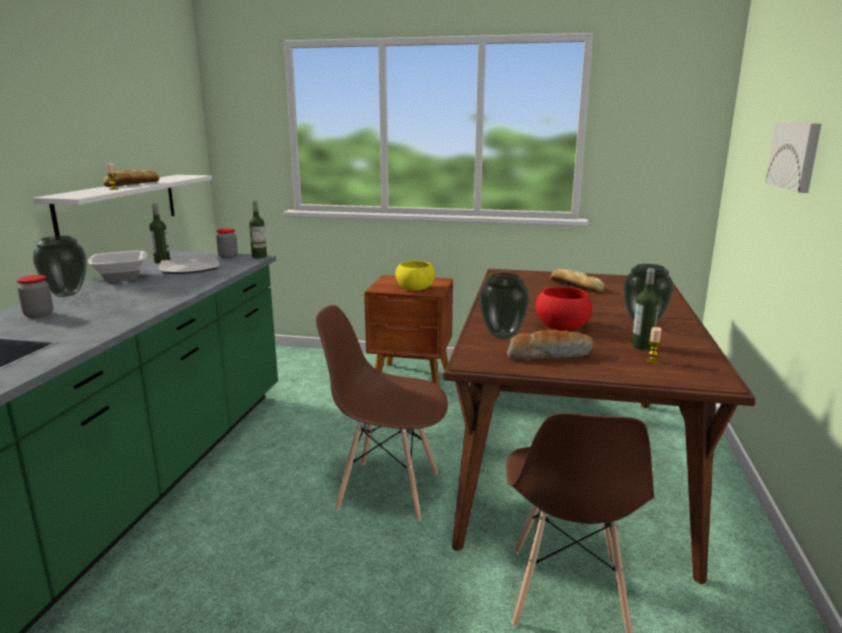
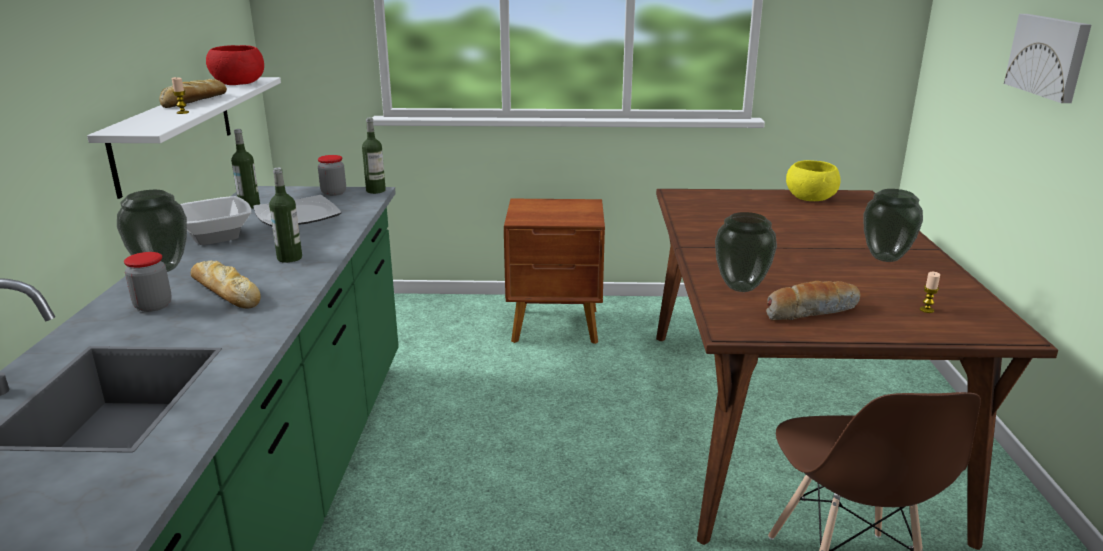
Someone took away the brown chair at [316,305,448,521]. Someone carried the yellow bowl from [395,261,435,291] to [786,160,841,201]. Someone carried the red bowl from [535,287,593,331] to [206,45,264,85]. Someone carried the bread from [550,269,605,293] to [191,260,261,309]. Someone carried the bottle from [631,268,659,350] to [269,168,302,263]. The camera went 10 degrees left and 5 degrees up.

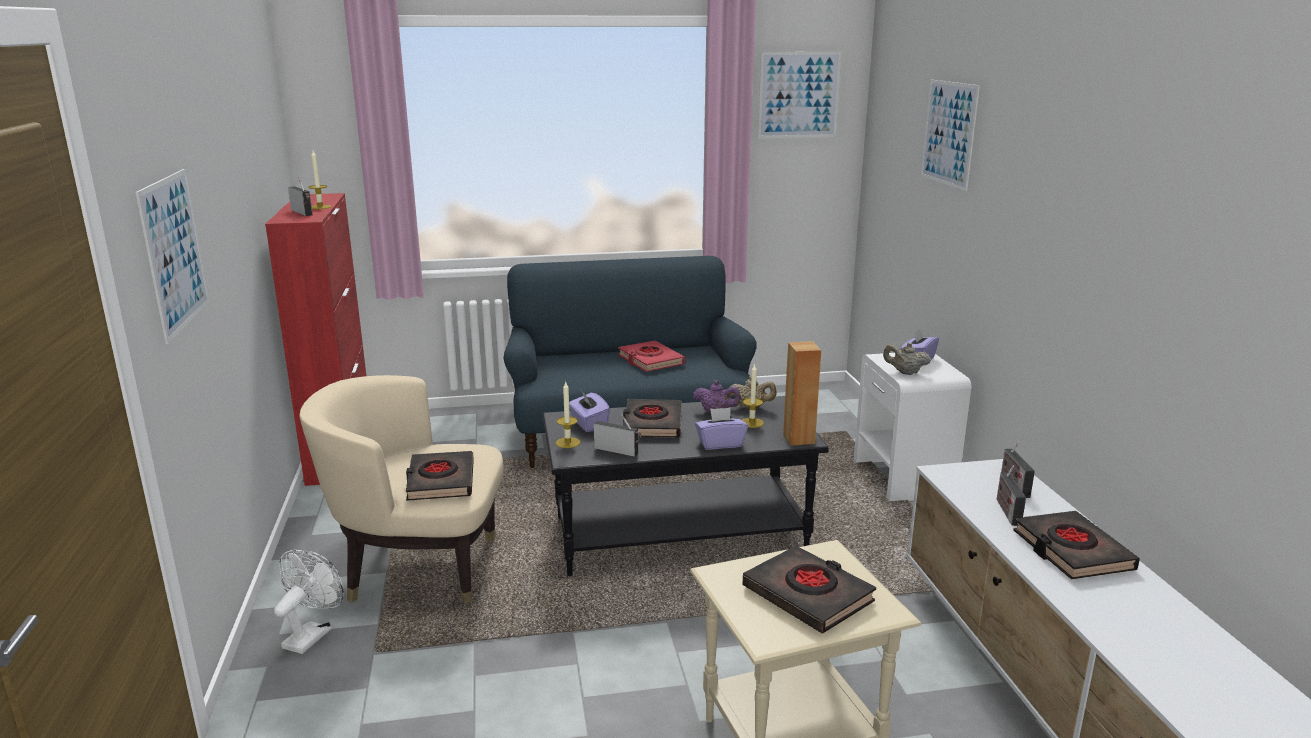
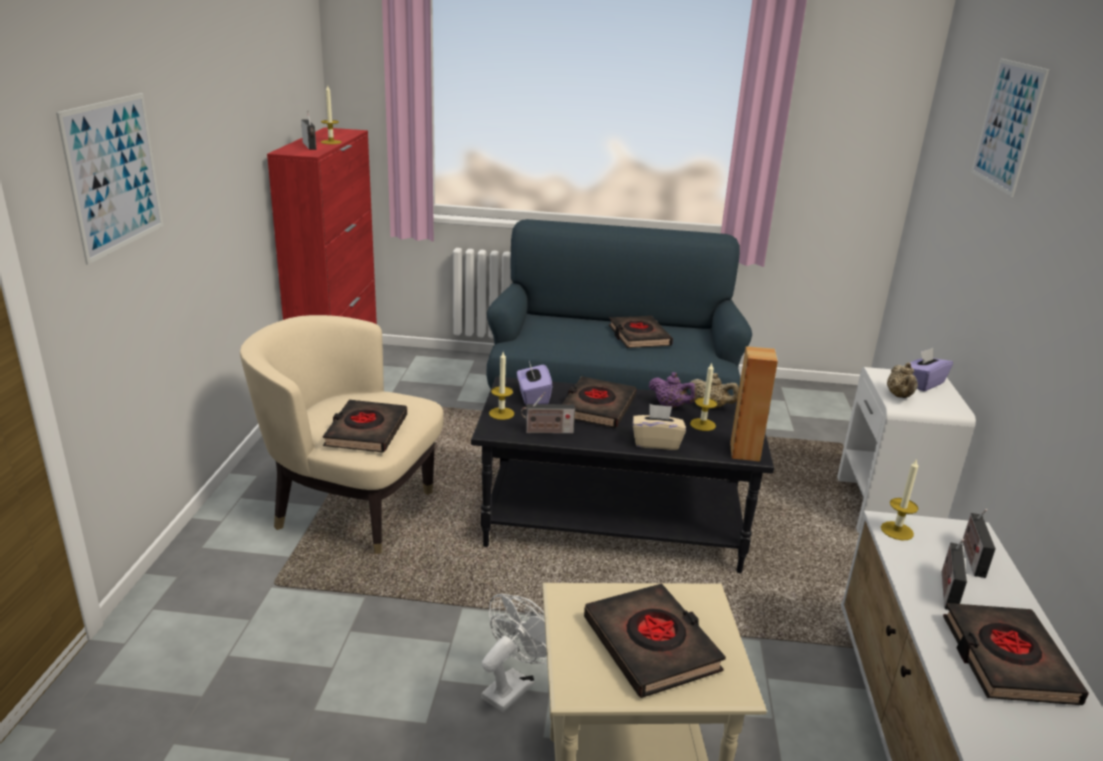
Someone carried the white fan from [274,550,344,654] to [481,594,547,712]. Someone rotated the radio at [594,413,642,457] by 135 degrees clockwise. Someone repainted the red book at [618,341,685,372], which became the black book at [609,316,673,348]. Someone repainted the purple tissue box at [695,407,748,450], which became the beige tissue box at [633,404,686,450]. Someone took away the picture at [758,52,841,139]. Someone rotated the beige teapot at [883,342,931,375] by 120 degrees counterclockwise. Someone put down the candle at [881,458,918,540]. The camera went 15 degrees right and 5 degrees up.

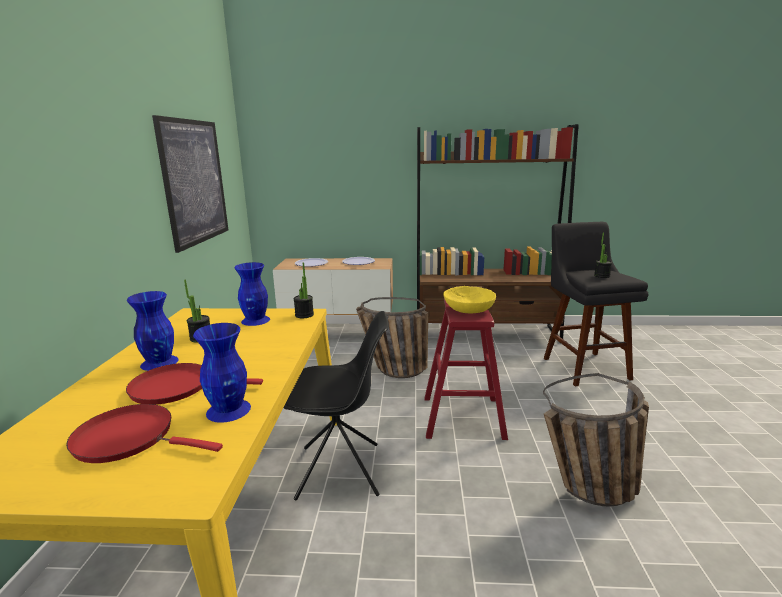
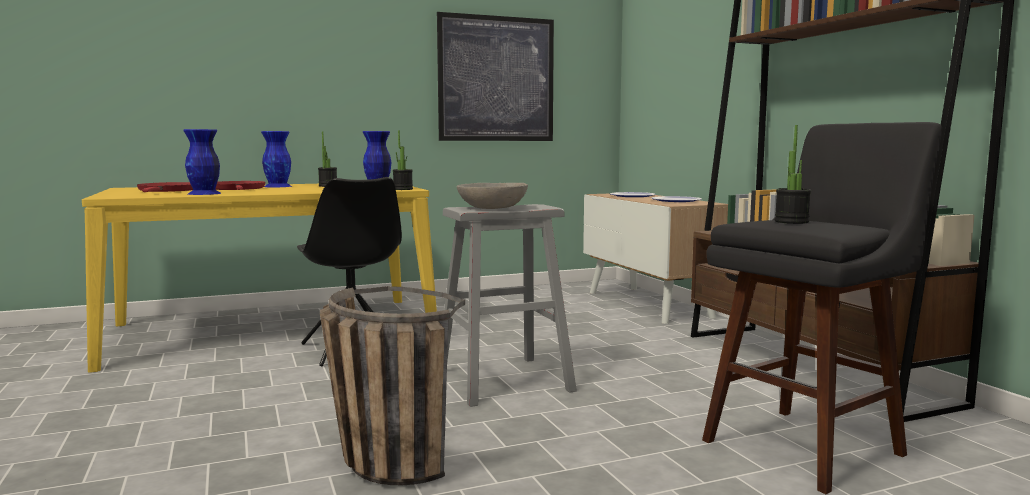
Someone took away the basket at [356,297,428,378]. Someone repainted the red stool at [424,298,508,440], which became the grey stool at [443,204,577,407]. Someone repainted the yellow bowl at [443,286,496,313], which became the grey bowl at [457,183,528,209]. The camera went 65 degrees right and 10 degrees down.

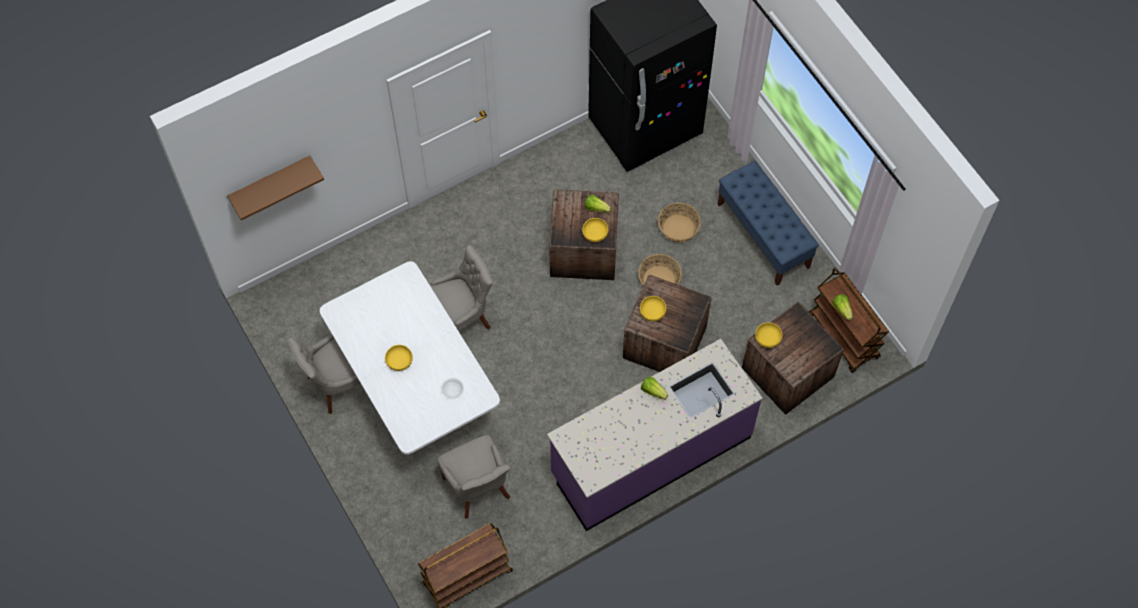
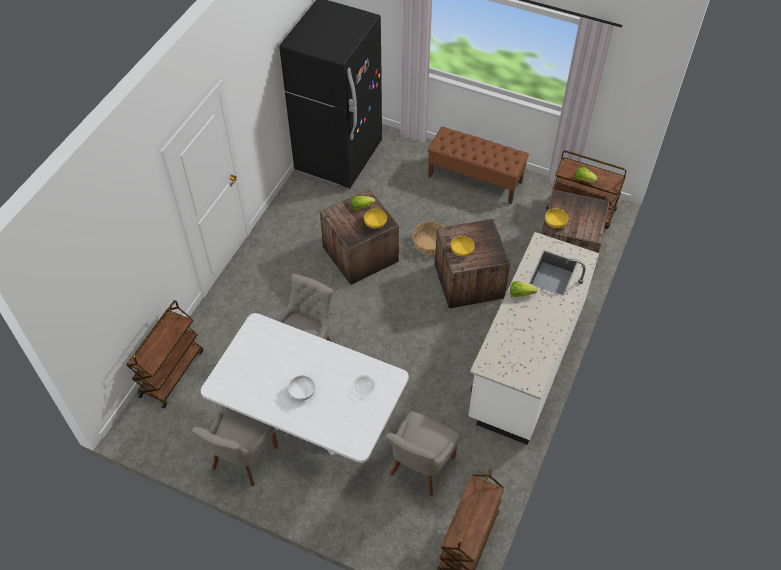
Someone took away the brown shelf at [227,155,324,220]. Someone repainted the yellow bowl at [385,345,413,371], which became the white bowl at [288,375,315,401]. Someone rotated the grey chair at [437,435,510,519] by 90 degrees clockwise. Someone repainted the purple counter at [547,339,763,531], which became the white counter at [469,232,599,445]. Someone took away the basket at [658,203,701,242]. Someone repainted the blue bench at [718,161,819,286], which became the brown bench at [428,126,529,204]. Someone put down the brown cart at [126,300,203,408]. The camera went 35 degrees left and 10 degrees down.

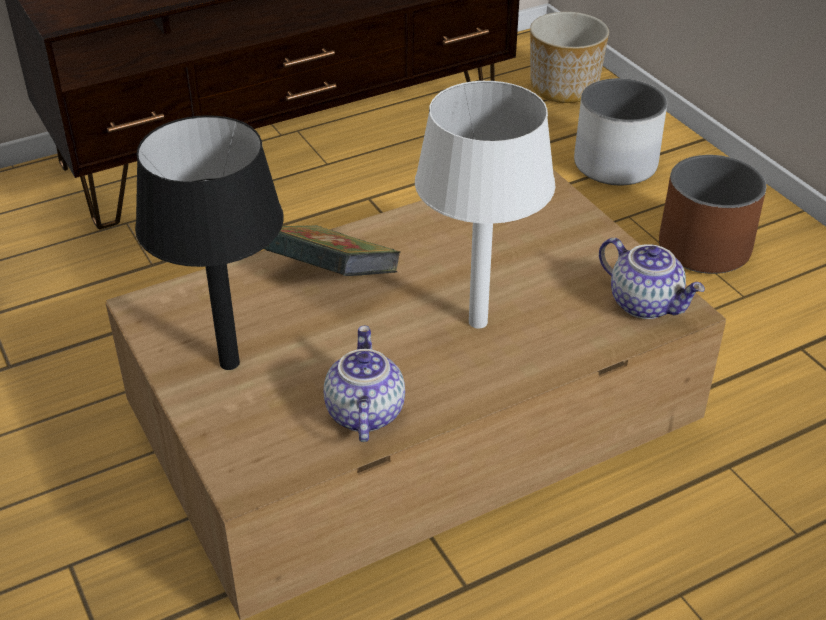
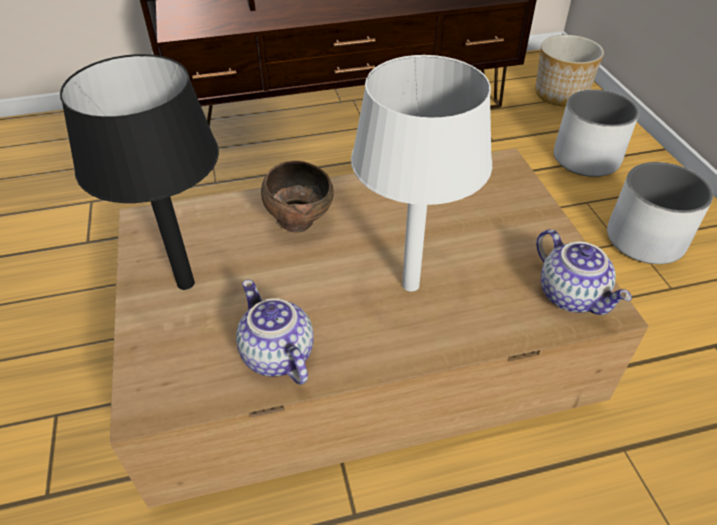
Someone swapped the book at [264,225,401,276] for the brown bowl at [261,161,334,233]. Someone rotated the teapot at [324,326,405,442] by 45 degrees counterclockwise. Someone repainted the brown planter at [659,155,766,274], which became the white planter at [607,162,713,264]. The camera went 15 degrees right and 5 degrees up.

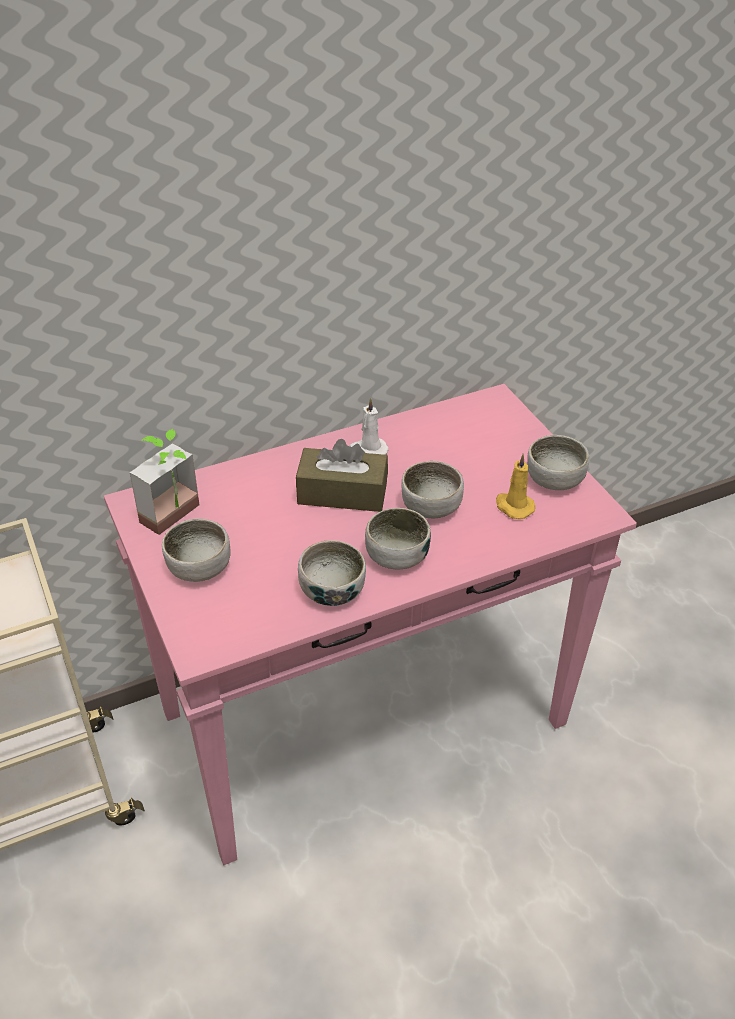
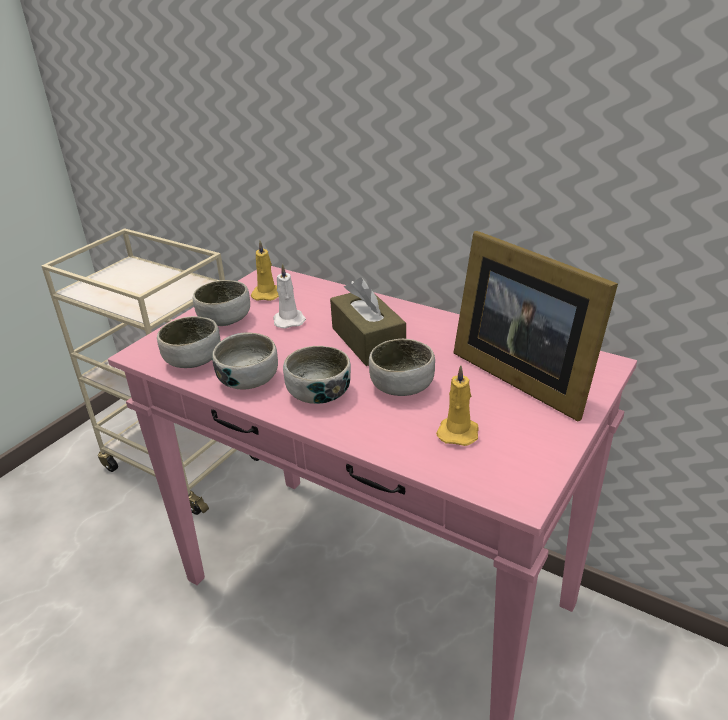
Someone swapped the potted plant at [130,429,200,535] for the yellow candle at [251,240,279,301]. Someone carried the white candle from [349,398,389,455] to [273,263,306,329]. Someone carried the bowl from [527,435,590,490] to [157,316,221,368]. Someone put down the picture frame at [453,231,618,421]. The camera went 60 degrees right and 10 degrees down.

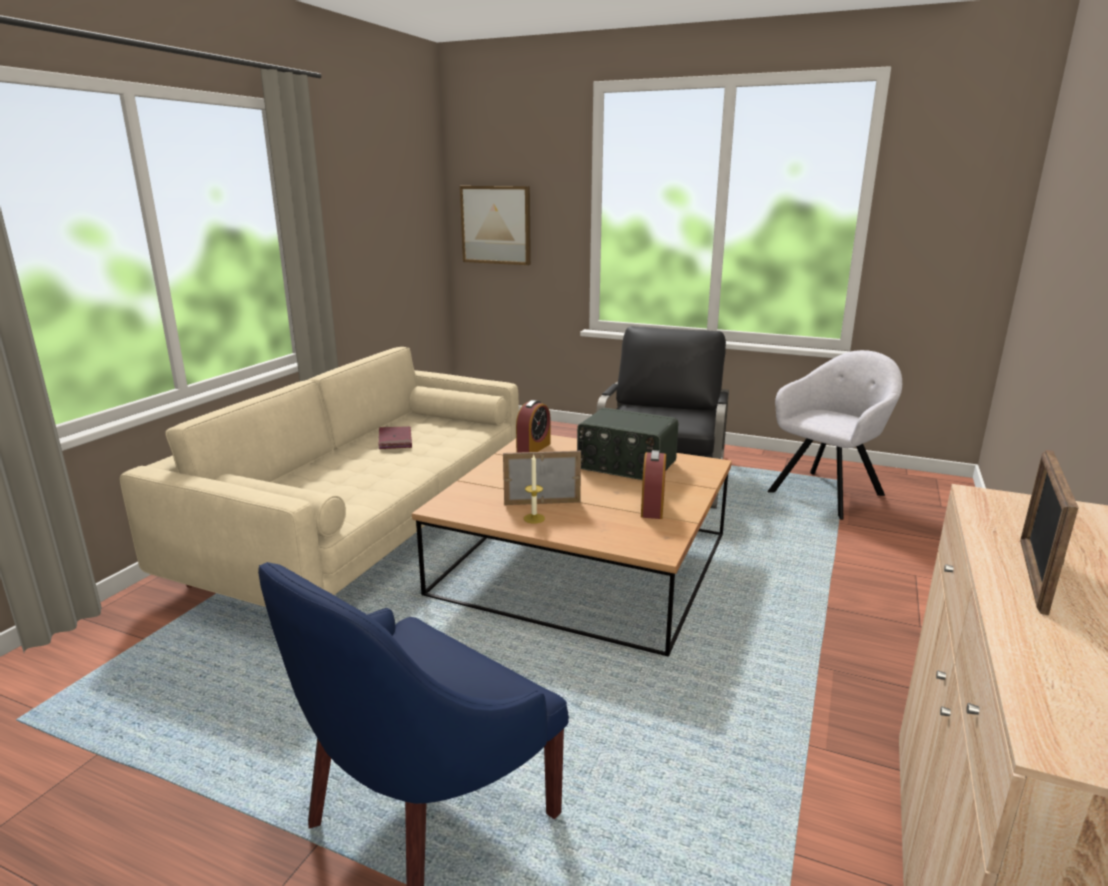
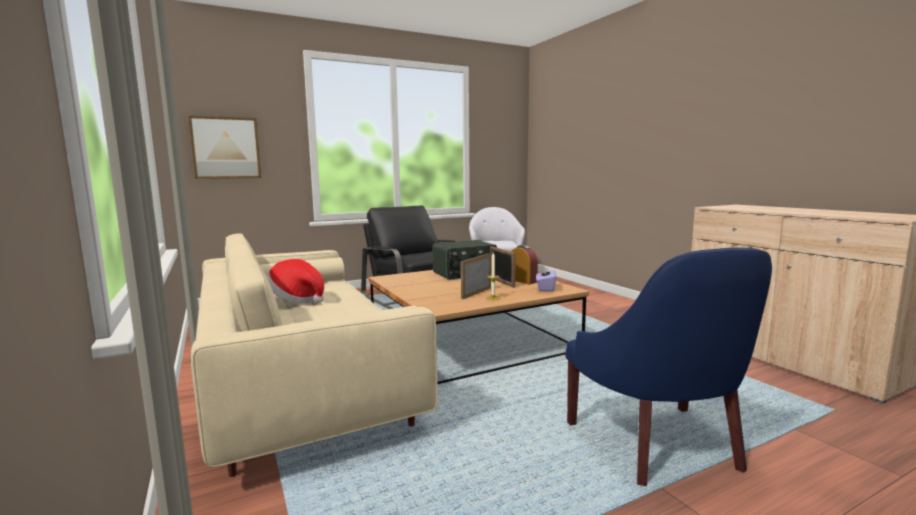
Someone swapped the red book at [379,426,412,449] for the hat at [267,259,324,304]. Someone took away the alarm clock at [516,400,551,453]. Someone carried the picture frame from [1020,450,1079,615] to [490,246,516,288]. Someone put down the purple tissue box at [536,265,556,292]. The camera went 50 degrees left and 10 degrees down.

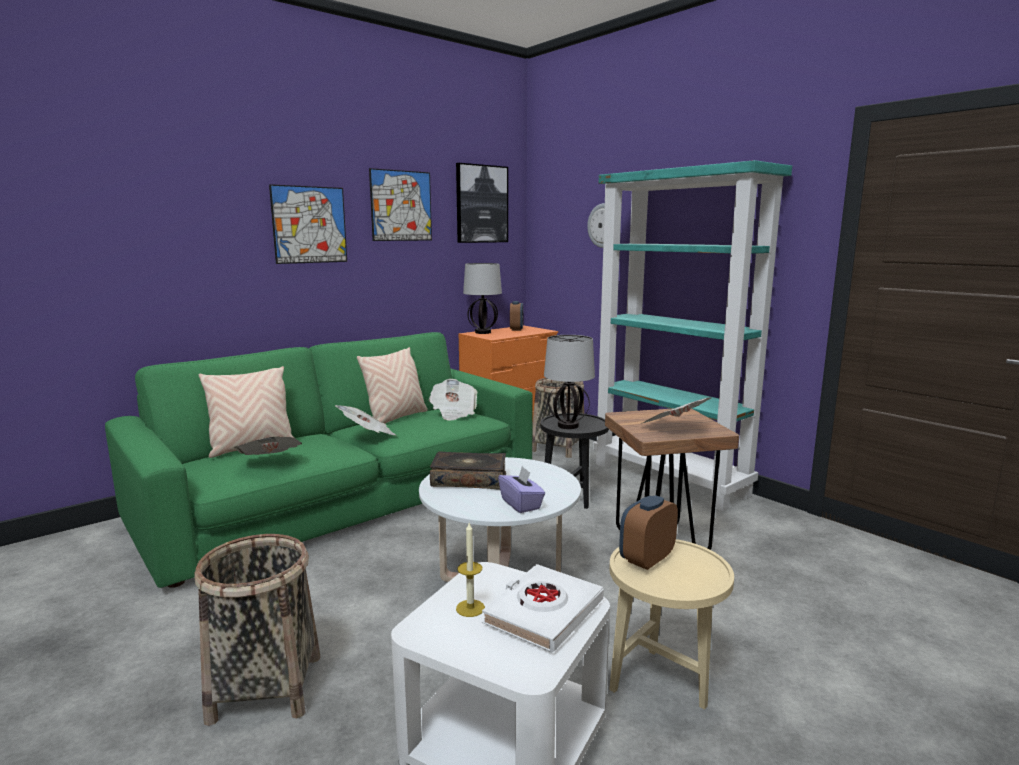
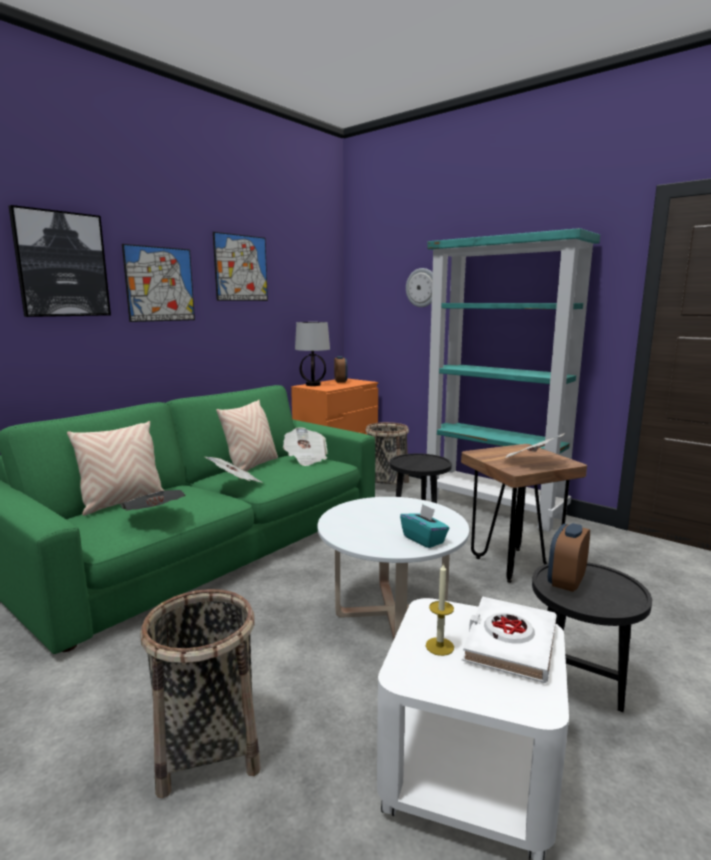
Someone took away the book at [430,451,506,490]. Someone carried the picture from [456,163,508,243] to [9,205,111,317]. Someone repainted the purple tissue box at [498,466,545,513], which became the turquoise tissue box at [400,504,449,548]. Someone took away the table lamp at [544,335,595,429]. Someone repainted the beige side table at [609,539,734,710], which became the black side table at [532,562,652,712]. The camera went 10 degrees left and 0 degrees up.

